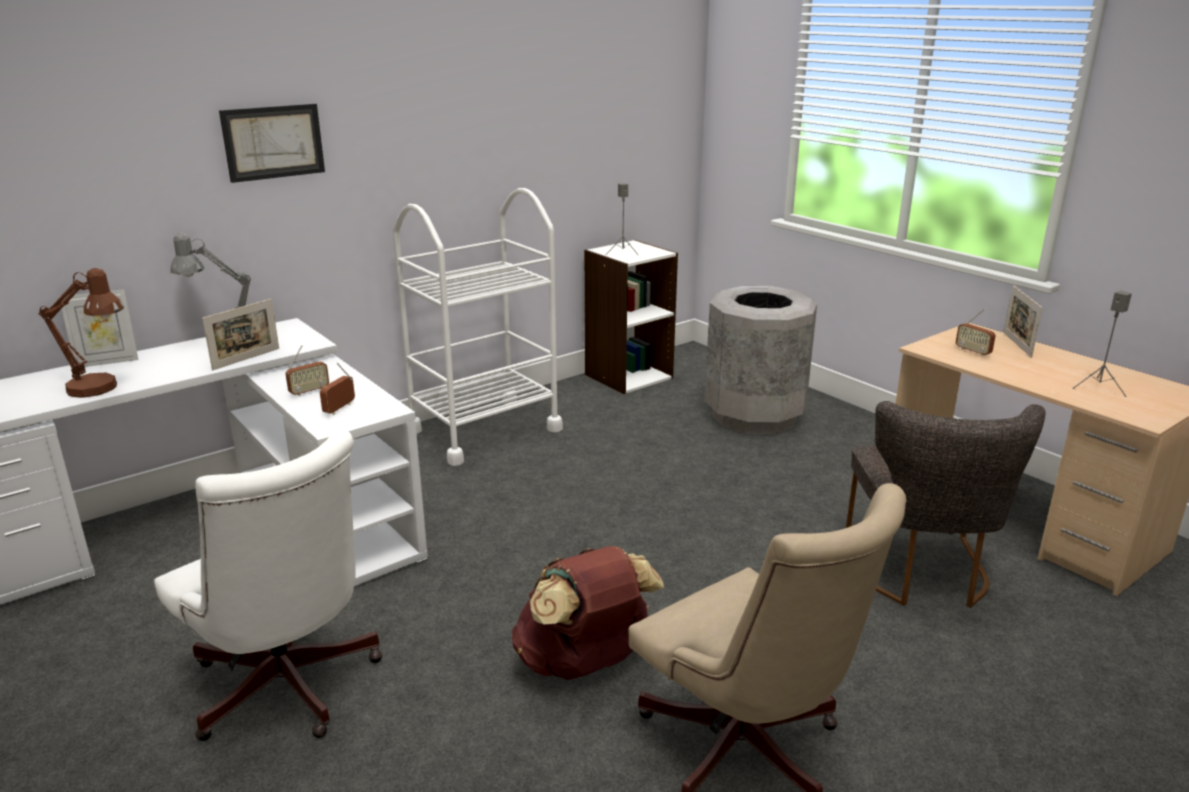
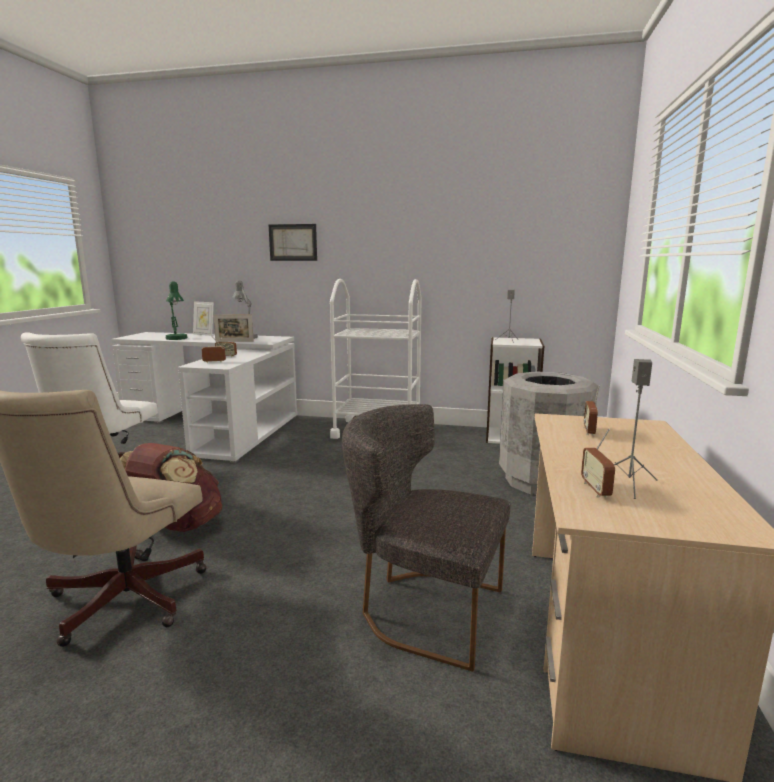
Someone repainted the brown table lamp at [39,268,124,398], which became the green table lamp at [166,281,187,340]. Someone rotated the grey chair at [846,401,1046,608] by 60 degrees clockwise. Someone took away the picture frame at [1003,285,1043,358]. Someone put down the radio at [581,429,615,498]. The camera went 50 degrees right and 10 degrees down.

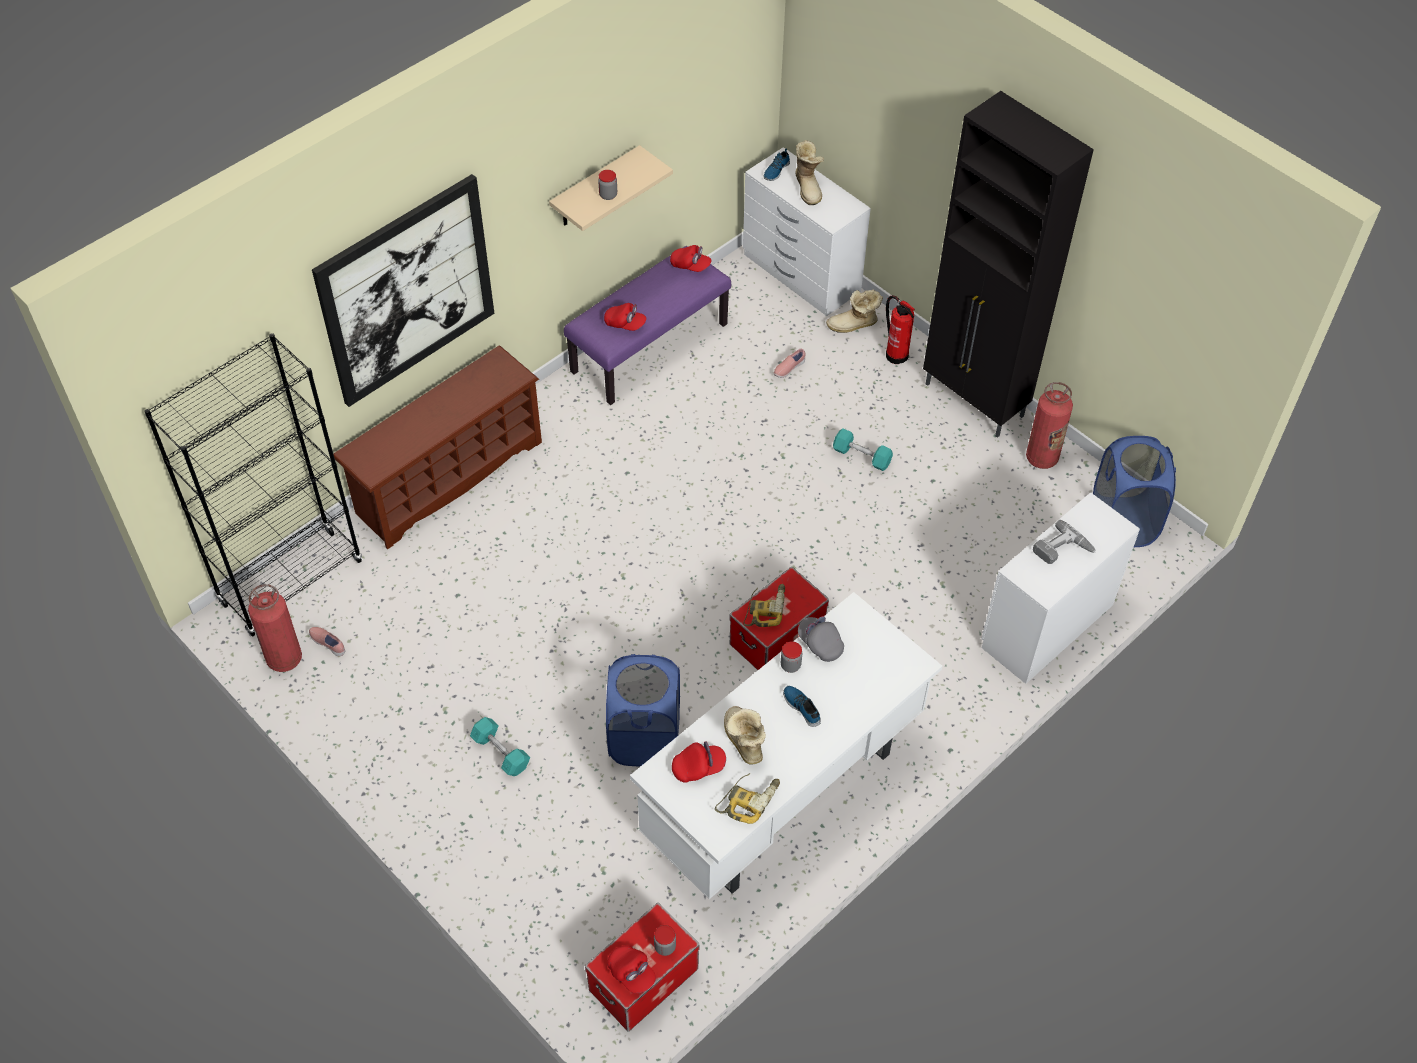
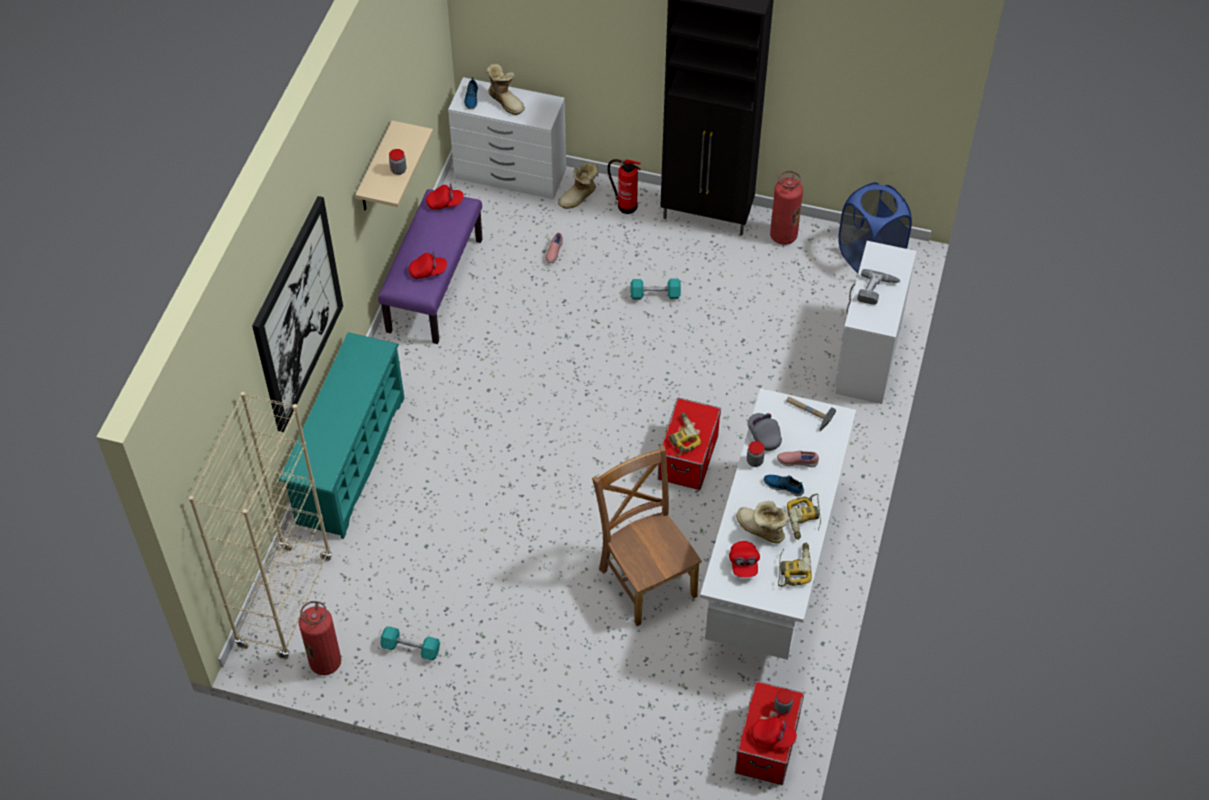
Someone repainted the black bookcase at [144,333,363,637], which became the beige bookcase at [189,392,332,660]. Someone carried the pink shoe from [309,627,345,656] to [777,450,819,467]. Someone repainted the brown shoe rack at [334,346,542,549], which became the turquoise shoe rack at [279,332,404,539]. Someone carried the turquoise dumbbell from [470,717,530,776] to [380,627,440,660]. Someone swapped the blue laundry basket at [606,654,680,767] for the brown chair at [592,445,702,626]. Someone rotated the red cap at [672,741,726,783] by 135 degrees clockwise. Someone rotated the grey cap at [798,616,844,662] by 45 degrees clockwise. Someone put down the hammer at [786,397,836,431]. Someone put down the power drill at [787,494,821,540]. The camera went 30 degrees left and 0 degrees up.

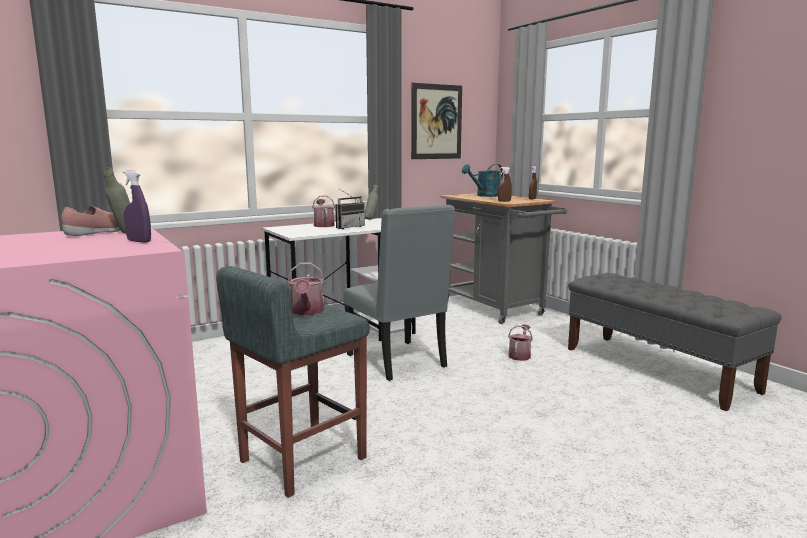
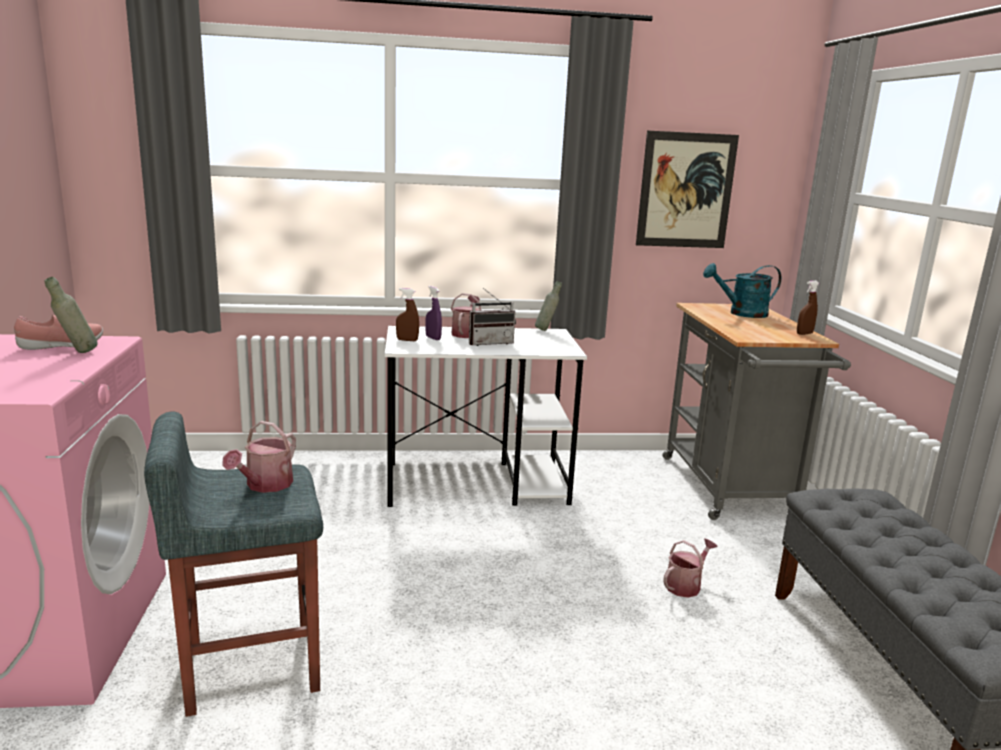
Someone carried the purple spray bottle from [122,170,151,243] to [425,286,442,340]. Someone took away the grey chair at [344,205,455,381]. Someone carried the brown spray bottle from [498,167,512,202] to [396,288,419,341]. The camera went 25 degrees right and 5 degrees up.

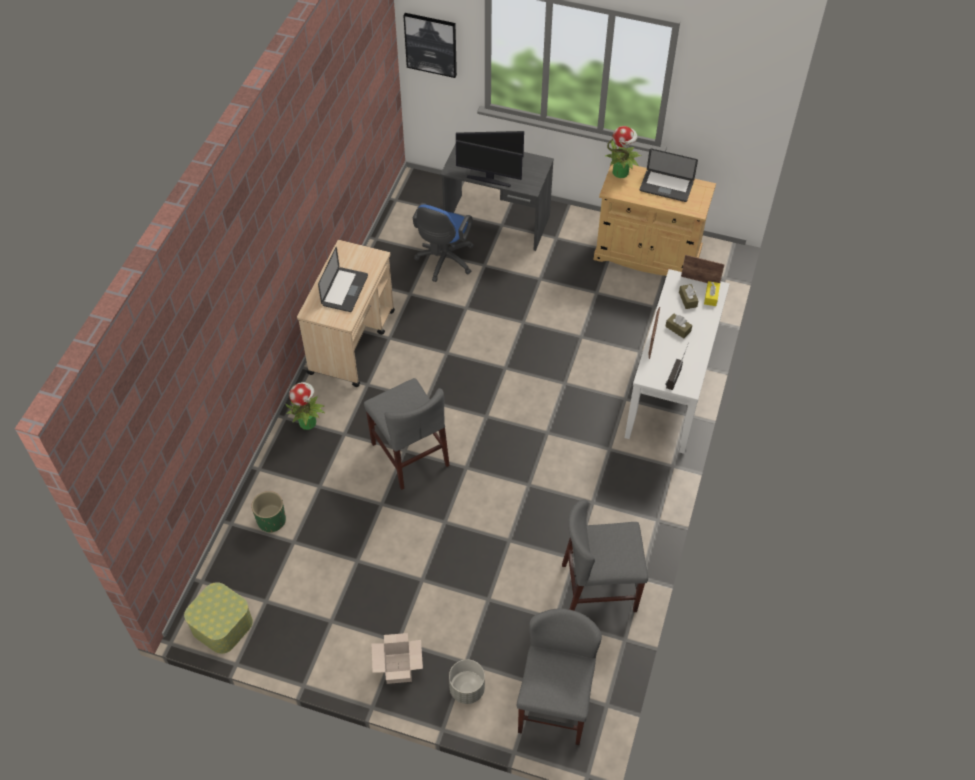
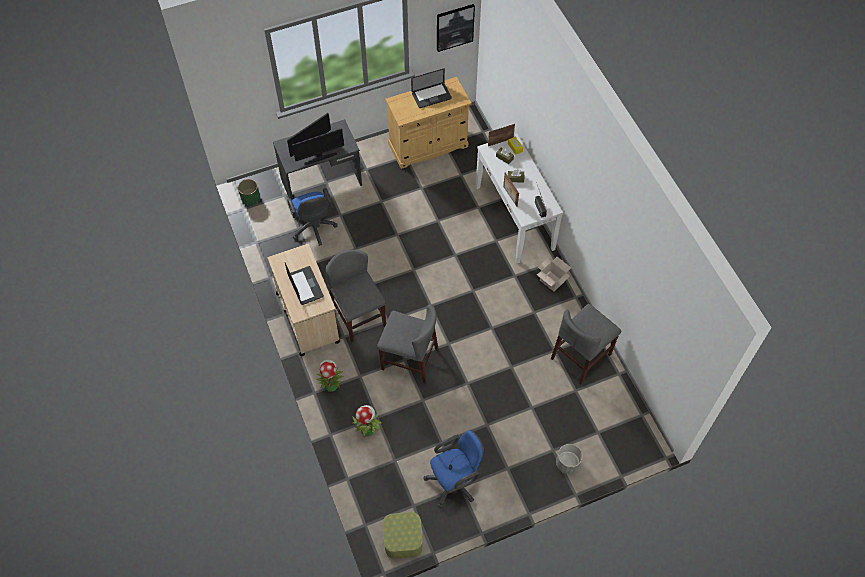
Someone carried the green planter from [252,491,286,533] to [238,179,260,206]. Someone carried the cardboard box from [371,633,423,684] to [537,257,571,291]. Someone carried the picture from [403,13,457,78] to [437,4,475,52]. Someone carried the grey chair from [517,608,602,745] to [325,249,386,342]. Someone carried the potted plant from [605,126,641,178] to [352,405,382,437]. Someone put down the blue office chair at [423,430,484,508]. The camera went 40 degrees left and 5 degrees up.

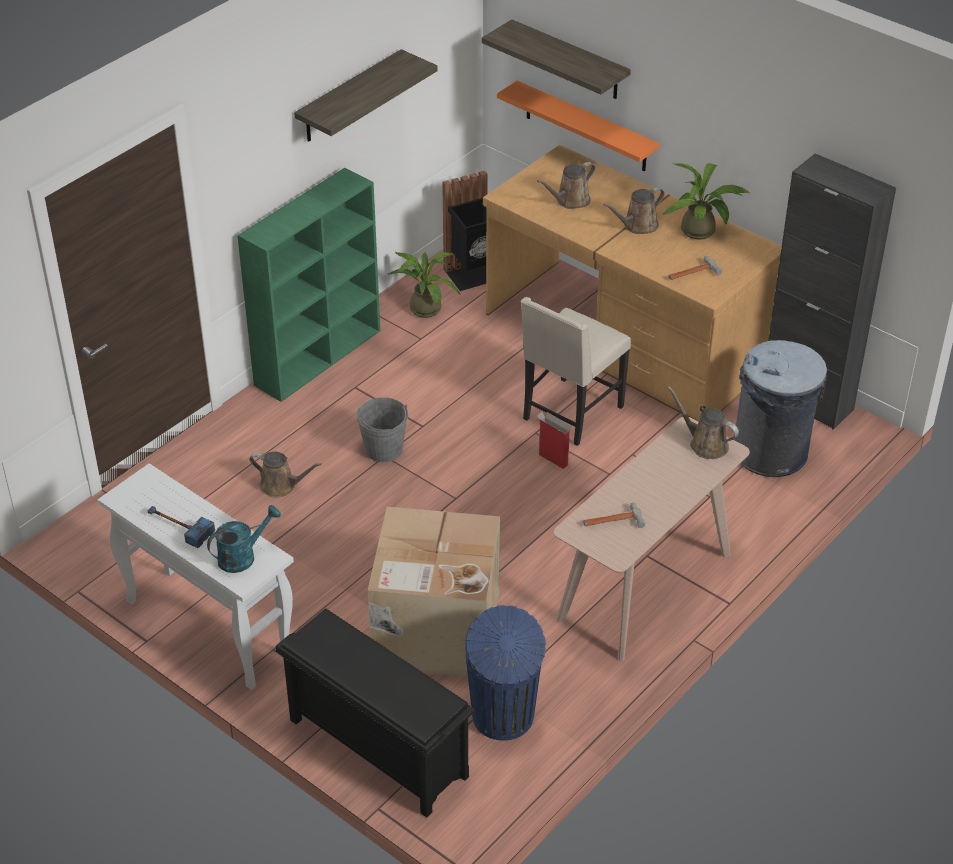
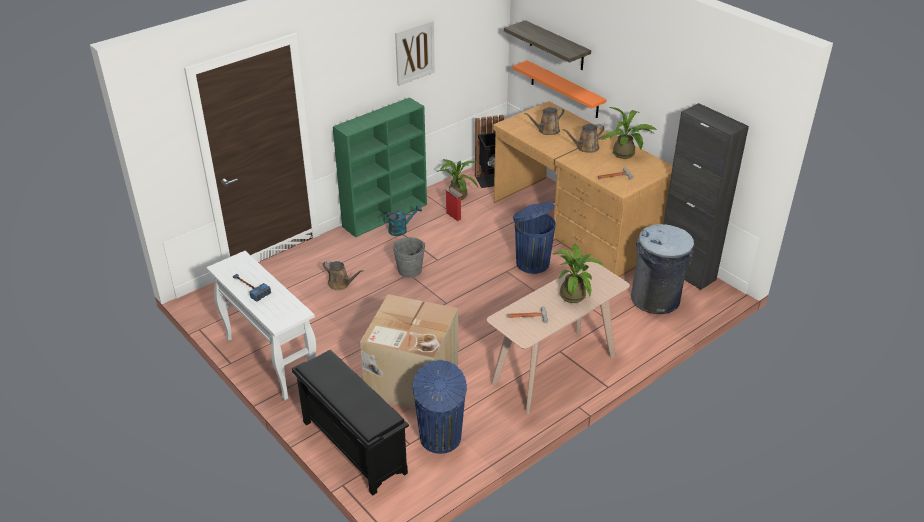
Someone carried the turquoise watering can from [207,505,281,573] to [383,205,422,236]. Someone swapped the shelf at [294,49,438,142] for the picture at [395,20,435,86]. Someone swapped the beige chair at [521,297,631,446] for the blue trash can at [513,202,556,274]. Someone carried the cardboard box from [537,412,571,469] to [445,186,462,221]. Someone took away the brown watering can at [667,386,739,459]. Someone put down the potted plant at [553,243,604,303]. The camera went 10 degrees right and 5 degrees down.

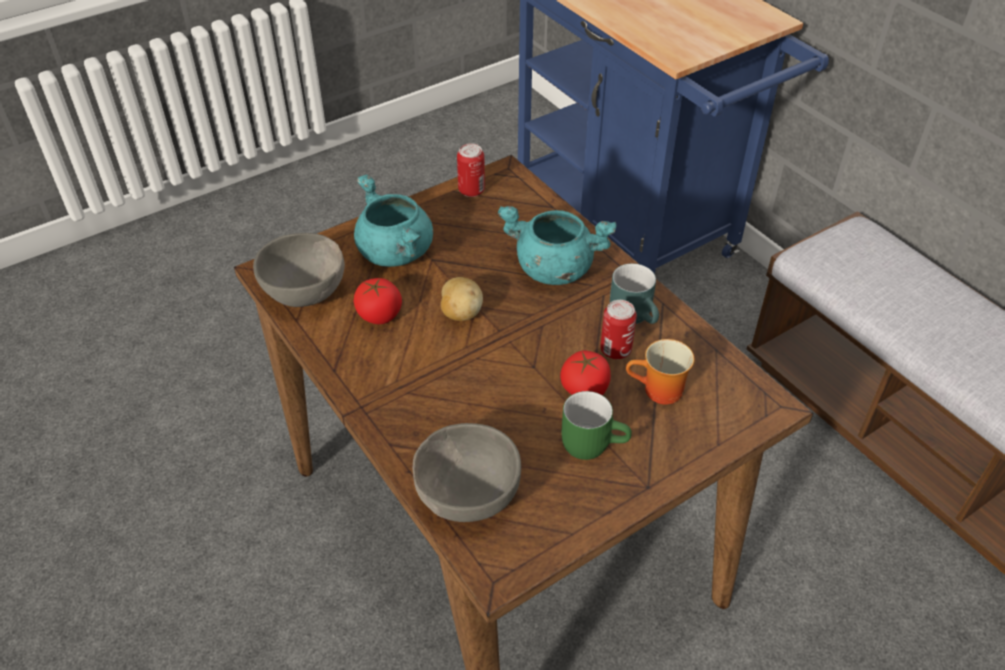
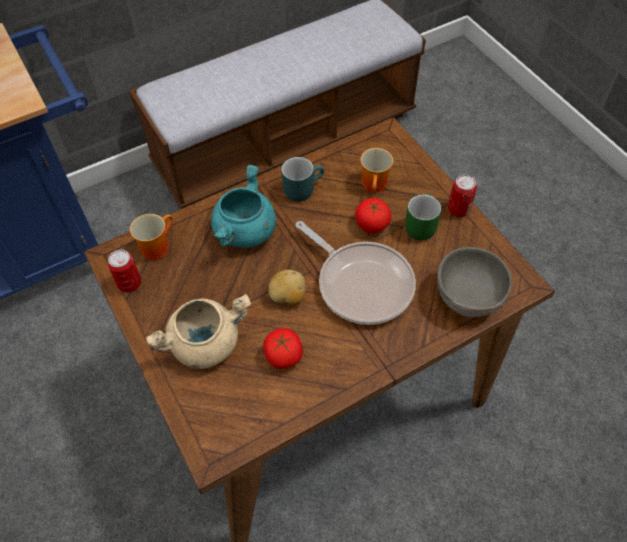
Someone took away the grey bowl at [253,233,345,307]. Someone repainted the turquoise cooking pot at [354,174,433,267], which became the beige cooking pot at [146,294,251,369]. Someone carried the can from [600,300,637,359] to [448,175,477,217]. Someone put down the mug at [130,214,173,260]. Someone put down the frying pan at [295,221,416,325]. The camera went 85 degrees left and 10 degrees up.

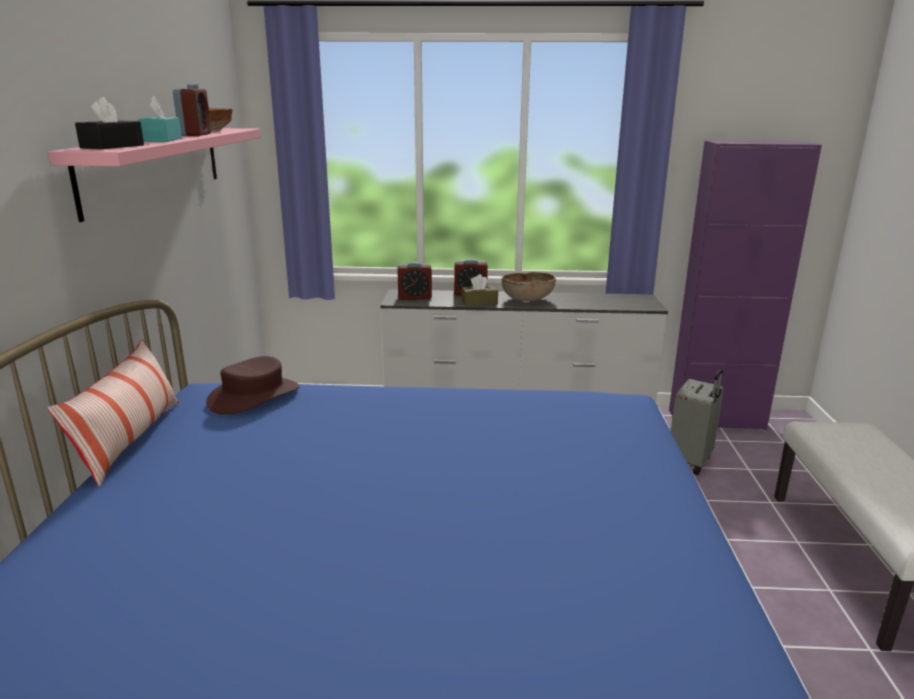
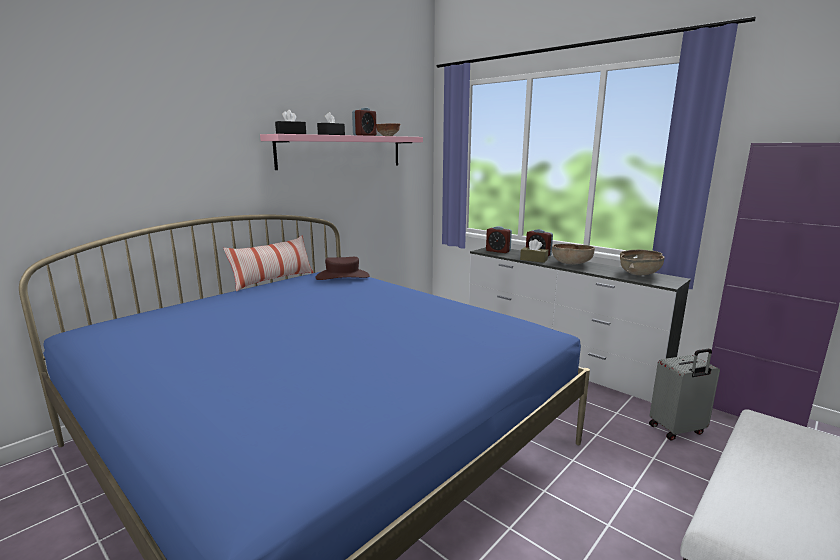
Someone repainted the turquoise tissue box at [137,96,182,142], which became the black tissue box at [317,112,345,135]. Someone put down the brown bowl at [620,250,665,275]. The camera went 40 degrees right and 5 degrees down.

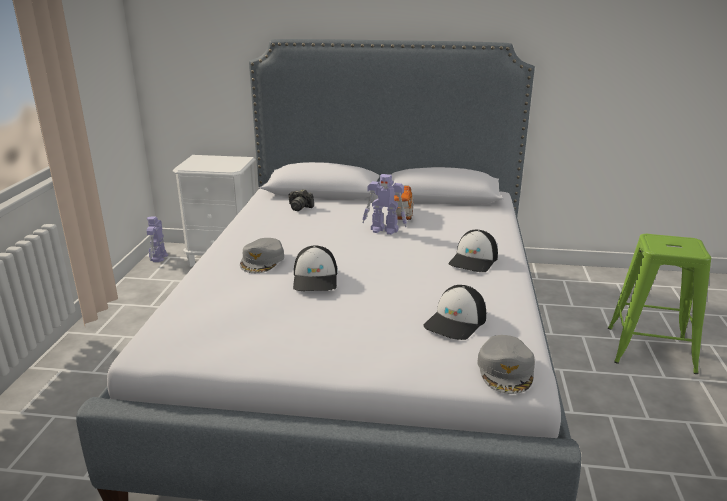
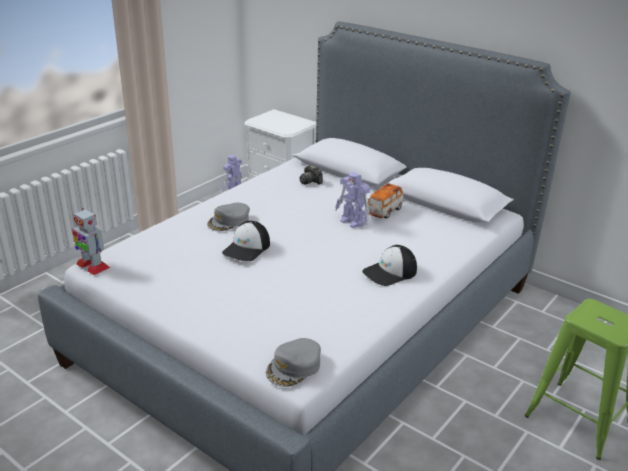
Someone took away the cap at [423,285,486,340]. Someone put down the toy robot at [72,208,110,275]. The camera went 30 degrees right and 5 degrees up.

